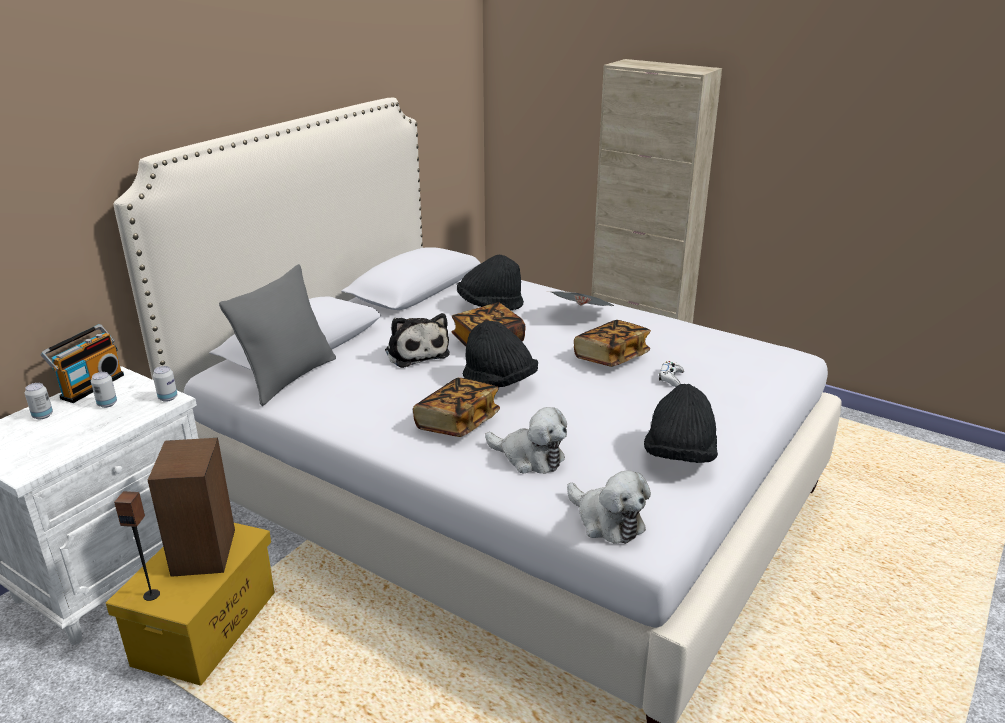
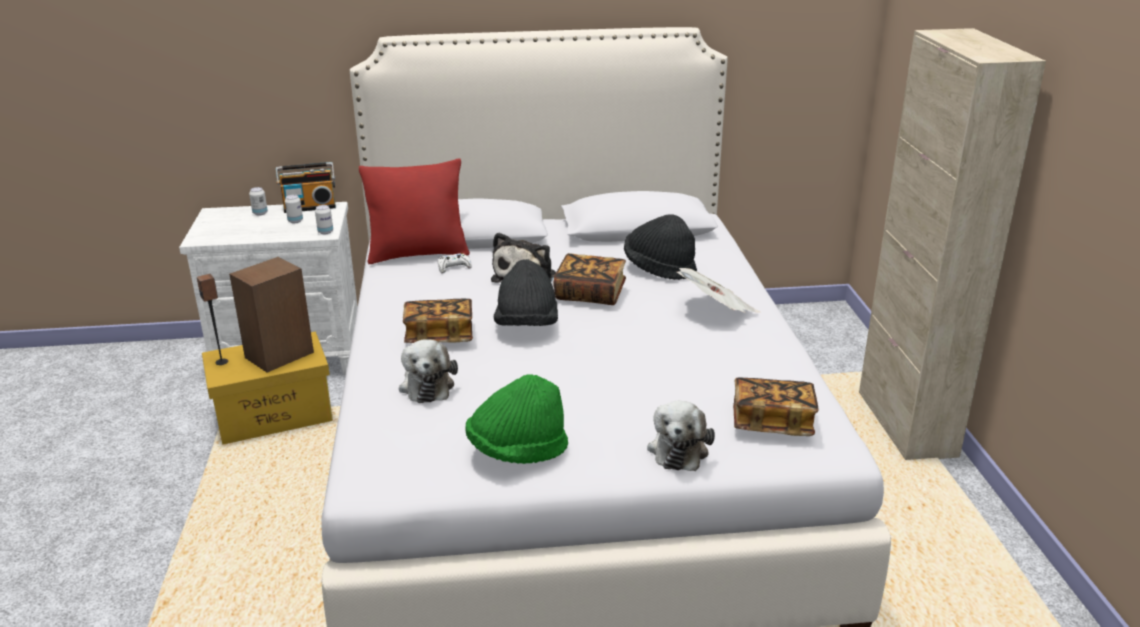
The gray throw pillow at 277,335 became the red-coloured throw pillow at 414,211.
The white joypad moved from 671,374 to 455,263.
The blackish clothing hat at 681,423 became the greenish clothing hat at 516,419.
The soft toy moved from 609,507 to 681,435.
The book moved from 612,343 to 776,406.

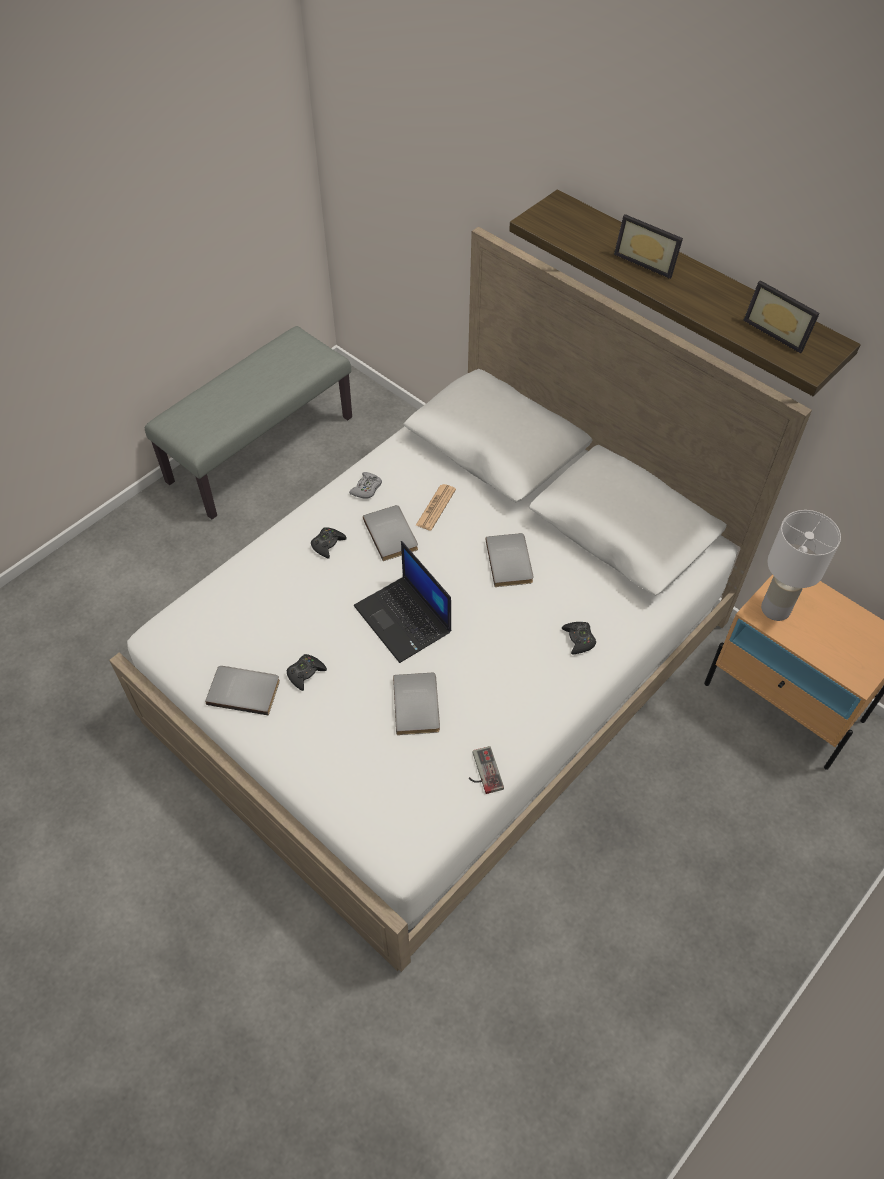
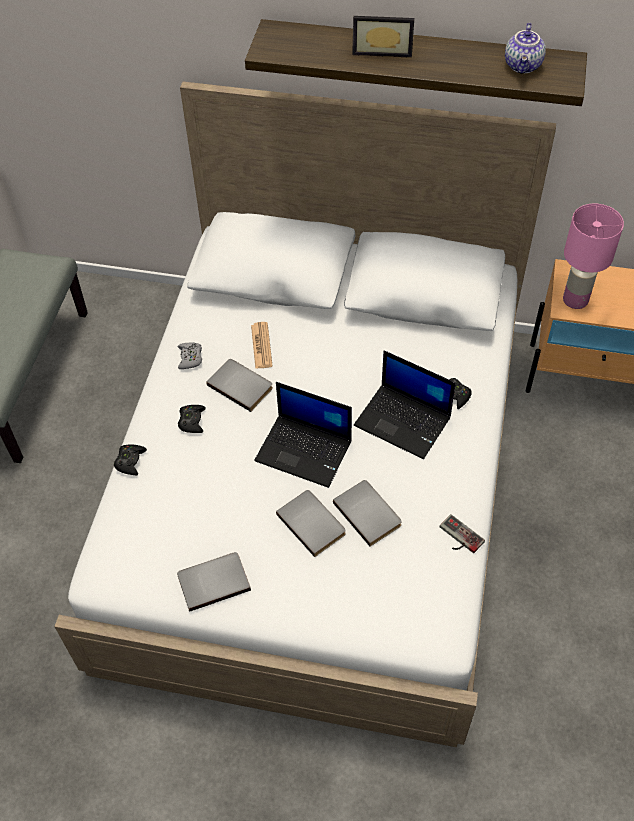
The blackish joypad moved from 307,672 to 130,460.
The gray book moved from 509,560 to 311,523.
The portable computer at 405,404 appeared.
The standing frame at 781,317 was replaced by the pot for tea at 525,48.
The white table lamp at 801,565 became the pinkish table lamp at 593,256.

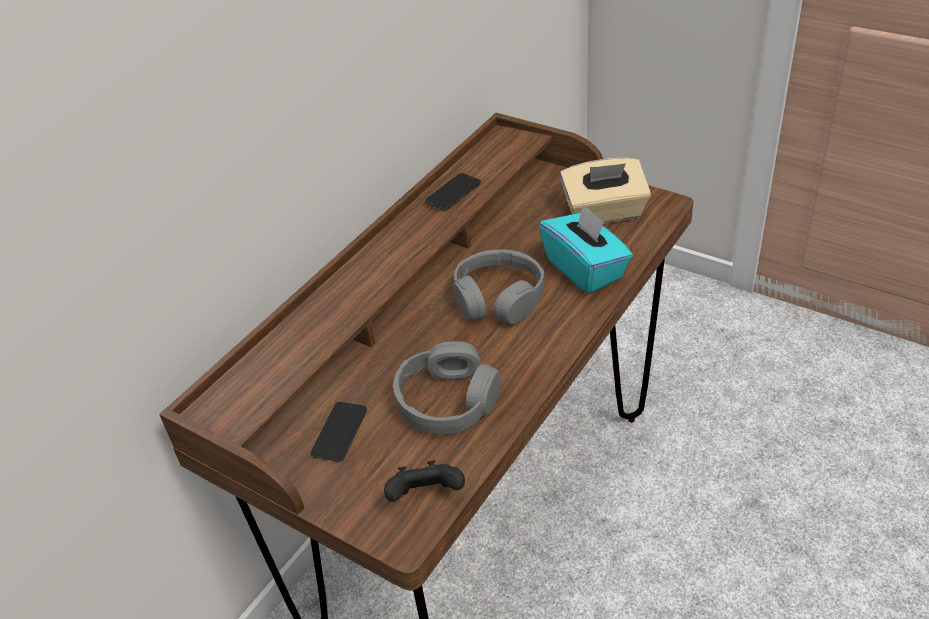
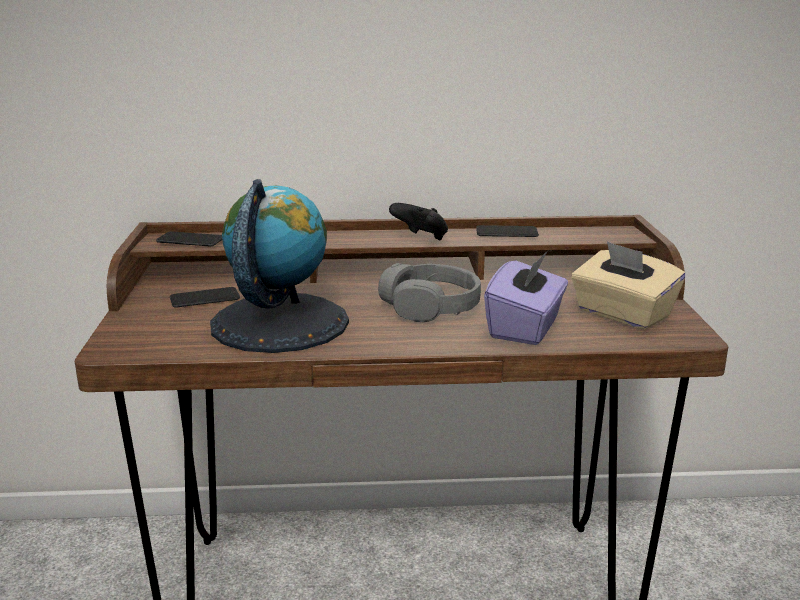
The telephone at 189,238 appeared.
The gray headset at 447,387 was replaced by the desk globe at 279,266.
The blackish joypad moved from 424,481 to 418,221.
The blue-green tissue box at 586,248 became the purplish tissue box at 526,298.

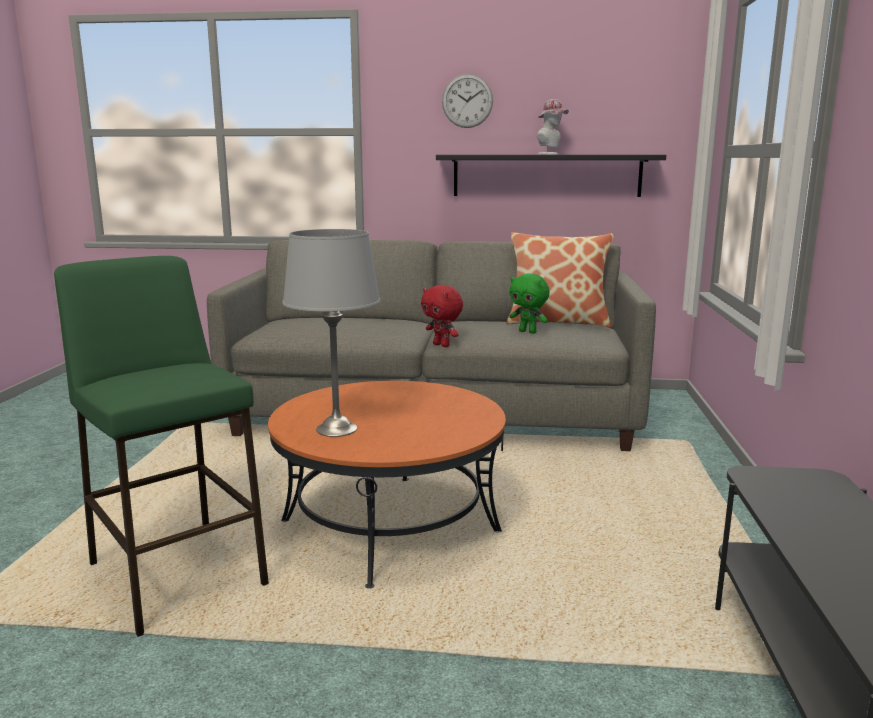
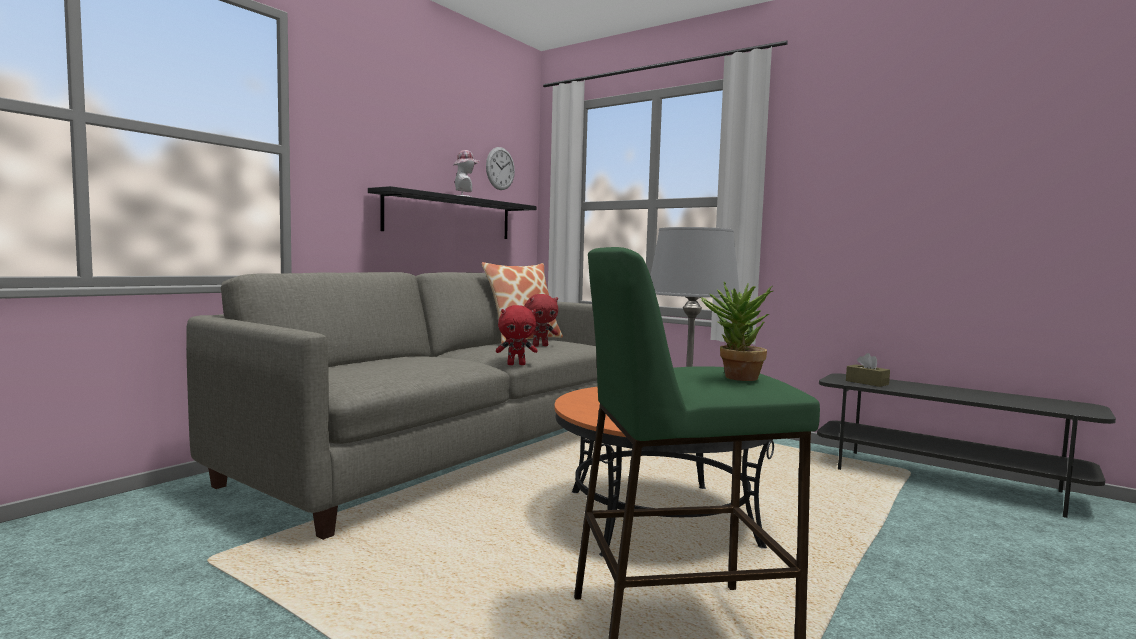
The wall clock moved from 467,101 to 500,168.
The greenish soft toy at 529,303 became the red-coloured soft toy at 541,320.
The potted plant at 737,331 appeared.
The brown-coloured tissue box at 868,370 appeared.

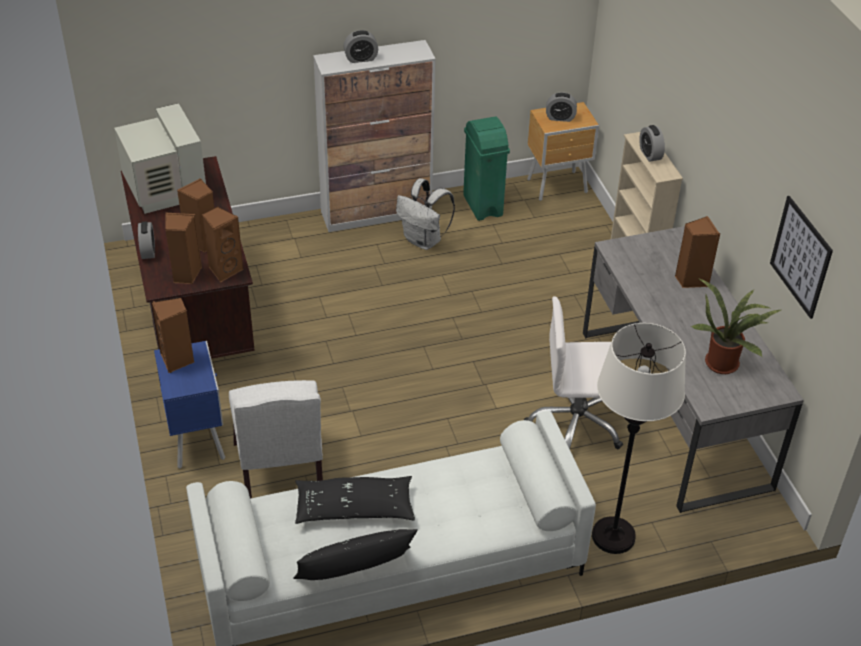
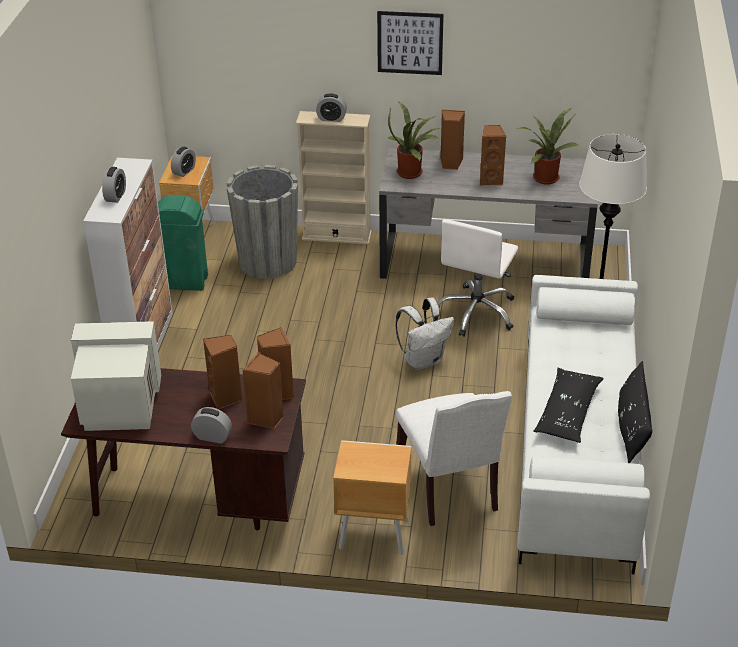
The gray planter at 262,222 appeared.
The blue night table at 189,405 became the brown-coloured night table at 372,497.
The wall art moved from 801,257 to 410,43.
The potted plant at 414,140 appeared.
The white rucksack moved from 425,214 to 424,334.
The white upright chair at 276,439 turned 60 degrees clockwise.
The brown-coloured loudspeaker moved from 173,335 to 493,155.

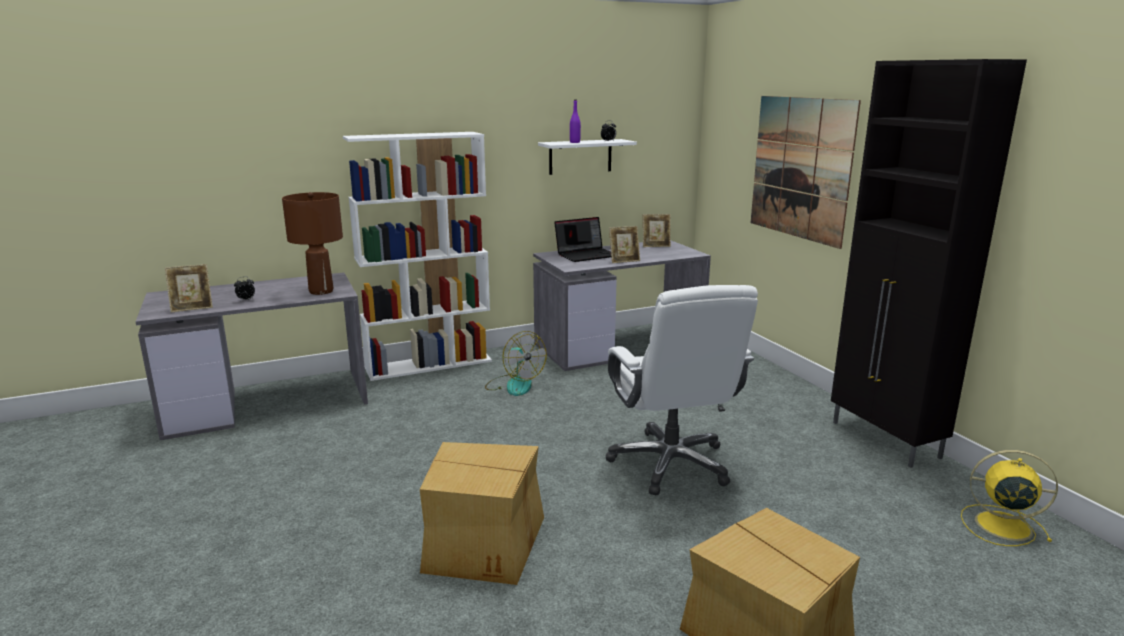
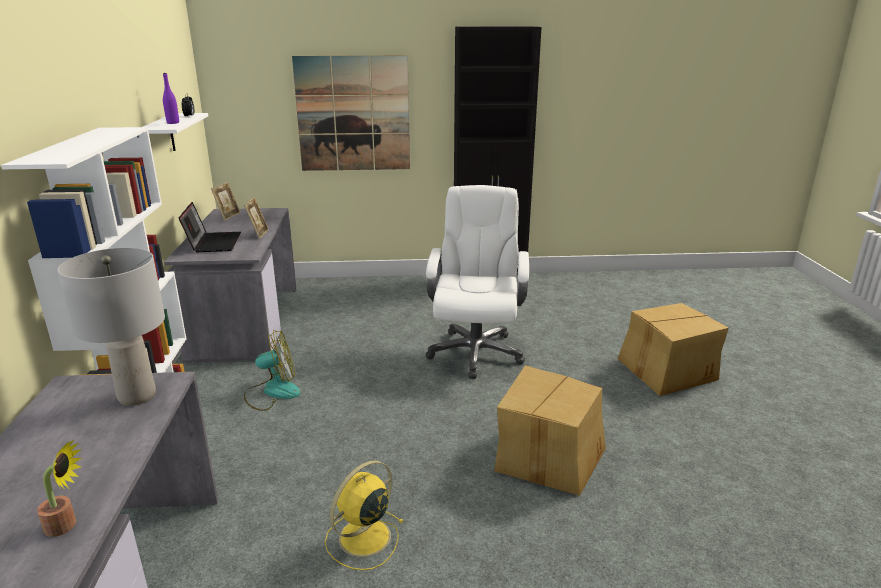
The standing frame at 189,288 was replaced by the potted plant at 59,488.
The brown-coloured table lamp at 312,243 became the gray table lamp at 111,327.
The yellow-coloured fan moved from 1009,498 to 364,515.
The white office chair at 682,390 turned 90 degrees counterclockwise.
The alarm clock at 244,289 disappeared.

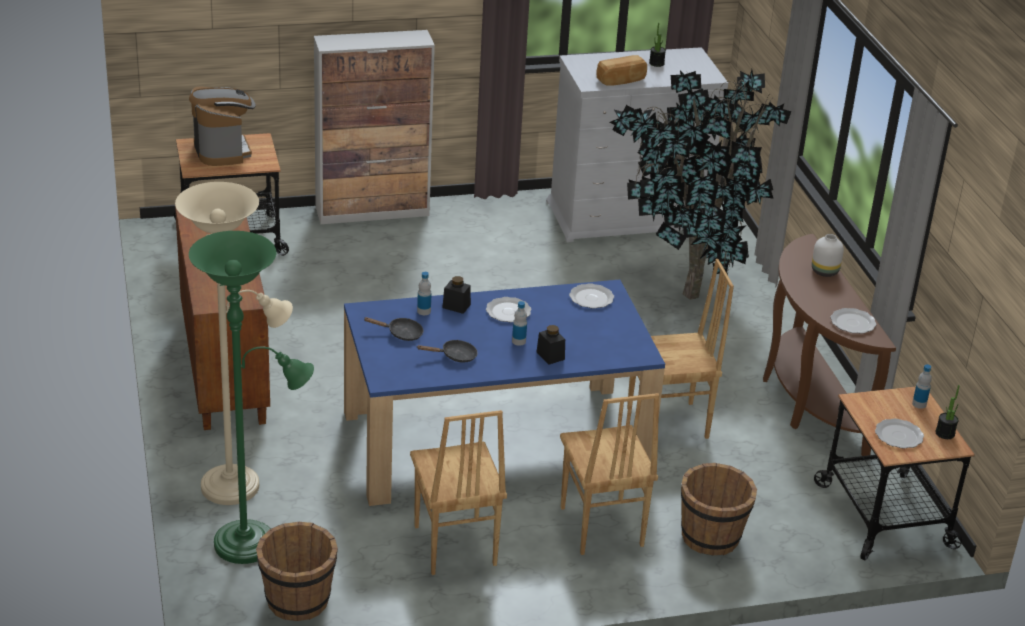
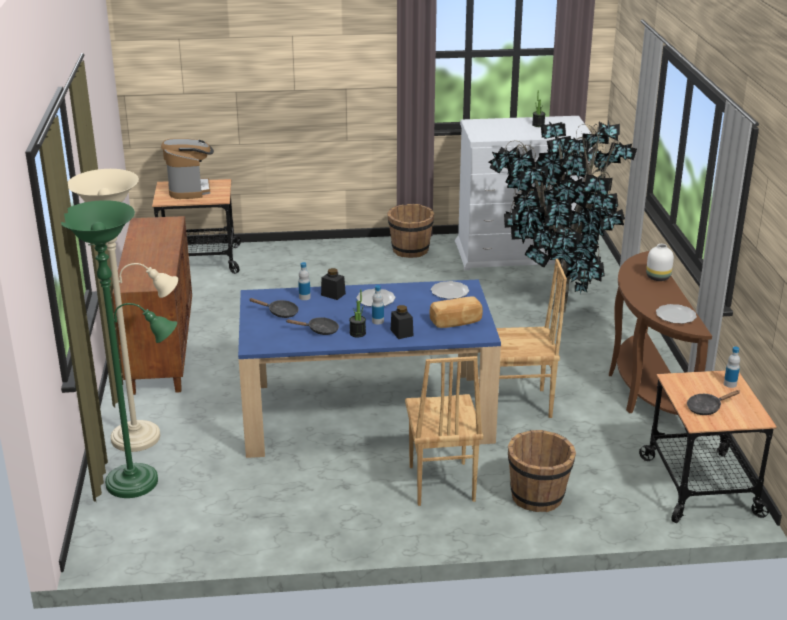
The potted plant moved from 947,412 to 357,313.
The brown-coloured pail moved from 297,571 to 410,231.
The bakery bread moved from 622,70 to 456,312.
The flat dish at 899,434 was replaced by the blackish pan at 713,402.
The cupboard at 374,127 disappeared.
The brown-coloured upright chair at 458,492 disappeared.

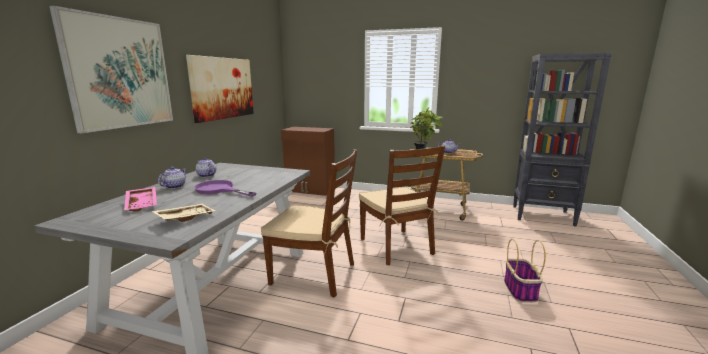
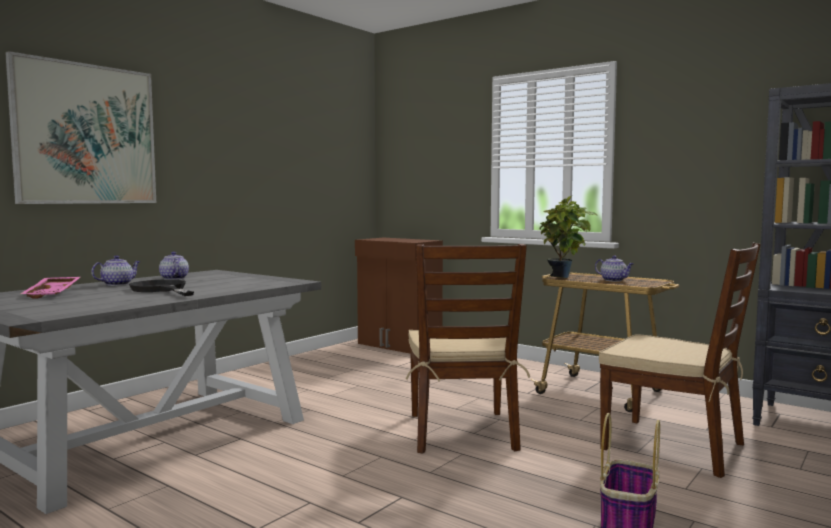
The purplish pan at 225,188 became the blackish pan at 161,287.
The brown-coloured upright chair moved from 309,223 to 679,360.
The sand-coloured serving tray at 184,213 disappeared.
The wall art at 220,89 disappeared.

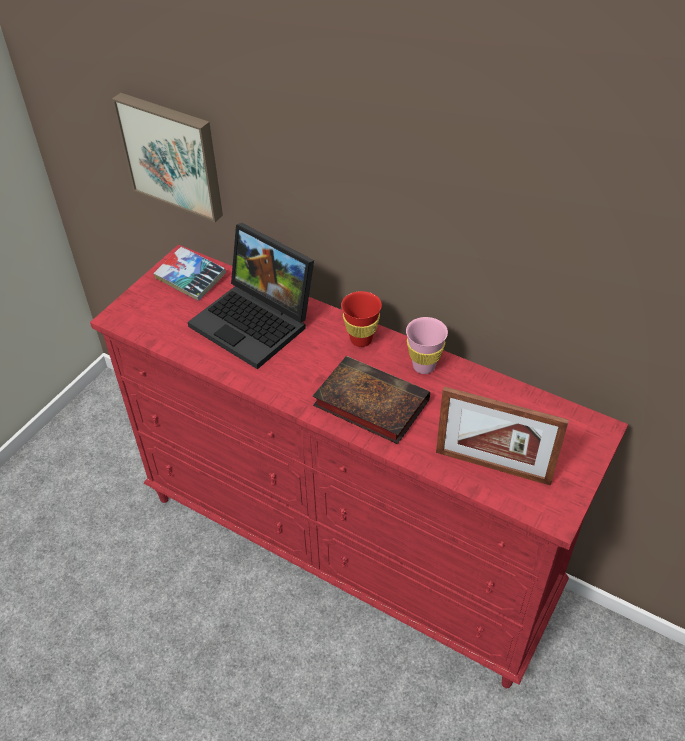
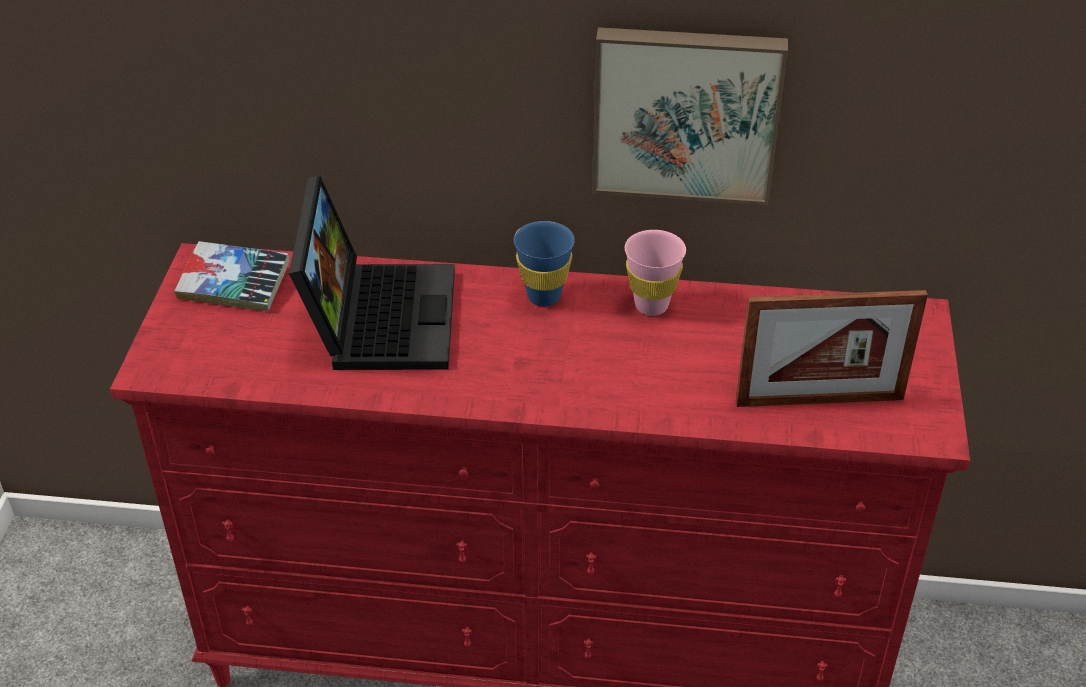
The portable computer at 251,296 turned 105 degrees counterclockwise.
The red-coloured small cup at 361,319 became the blue small cup at 544,263.
The wall art moved from 167,157 to 690,116.
The book at 371,400 disappeared.

